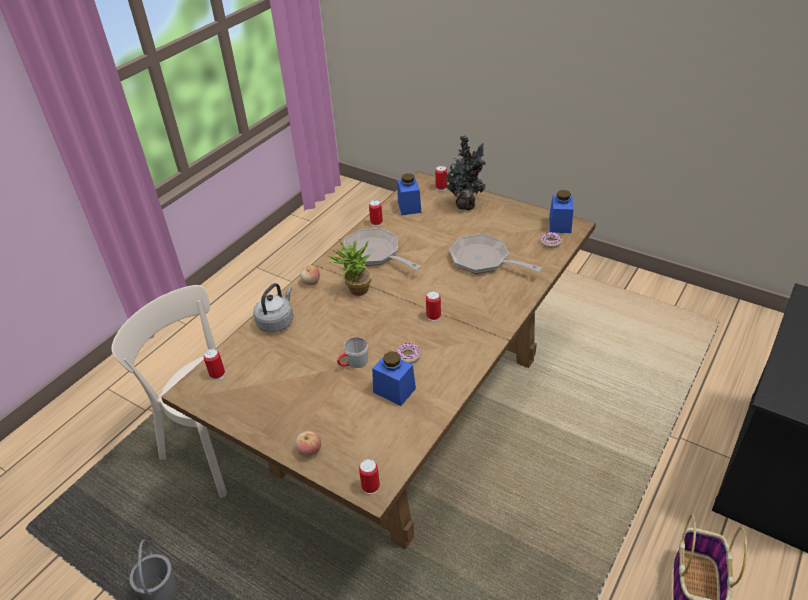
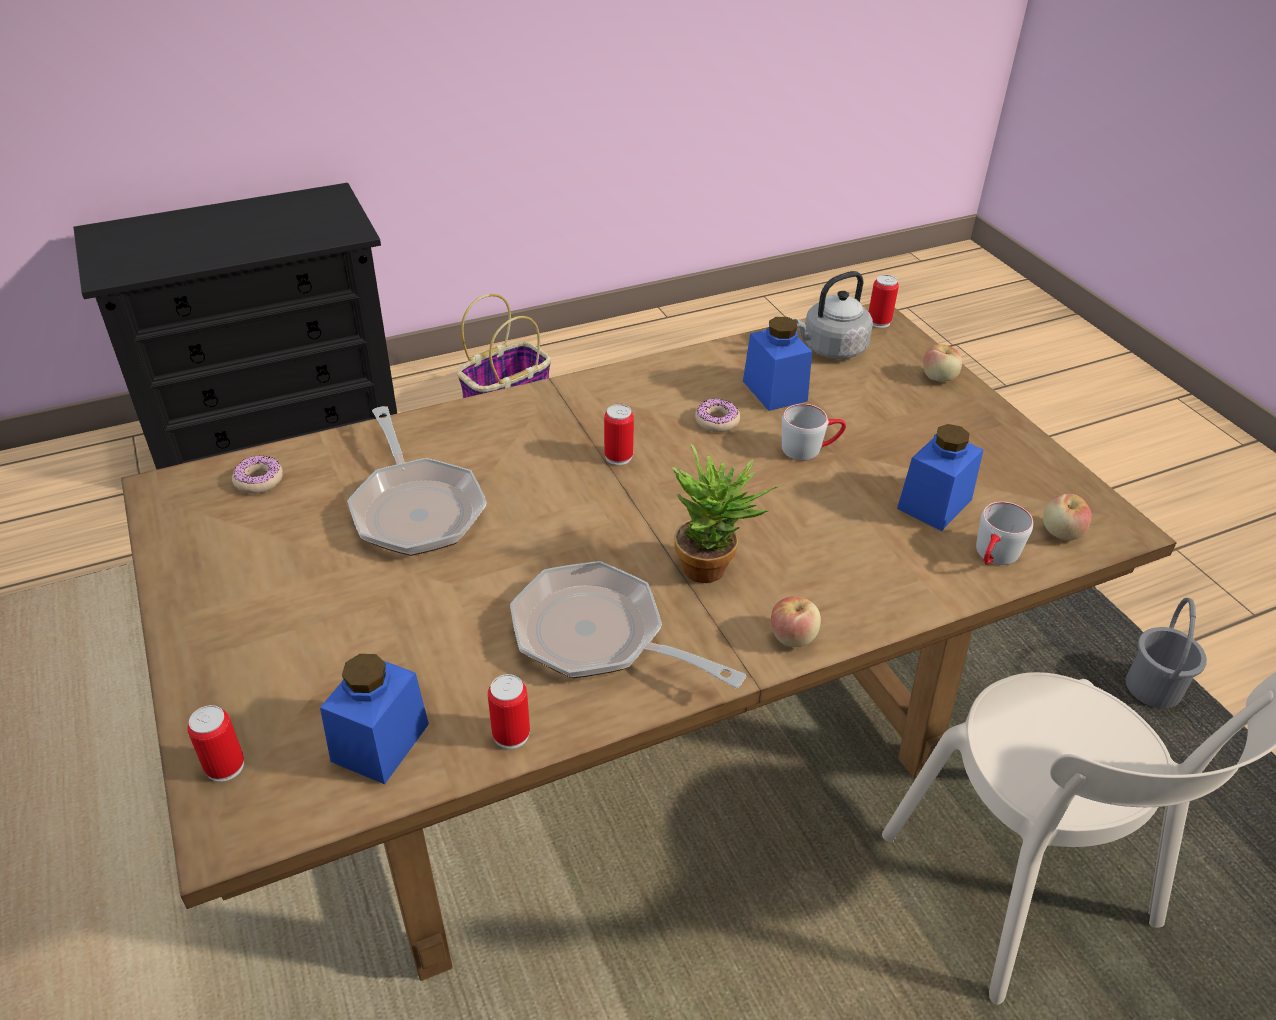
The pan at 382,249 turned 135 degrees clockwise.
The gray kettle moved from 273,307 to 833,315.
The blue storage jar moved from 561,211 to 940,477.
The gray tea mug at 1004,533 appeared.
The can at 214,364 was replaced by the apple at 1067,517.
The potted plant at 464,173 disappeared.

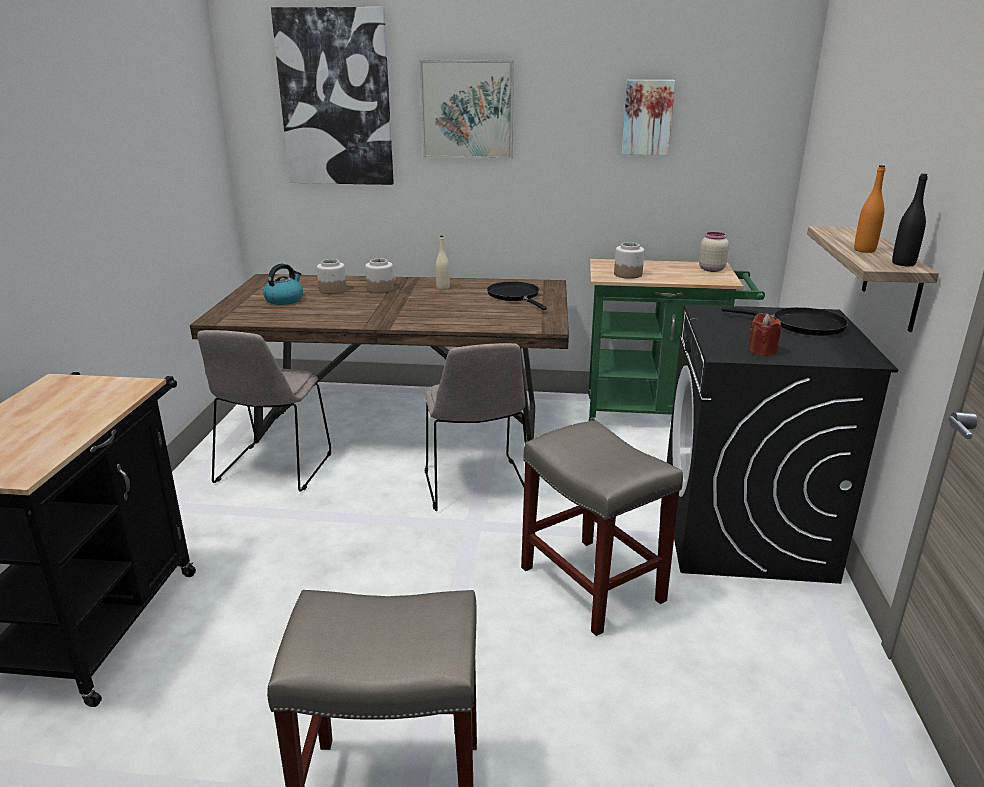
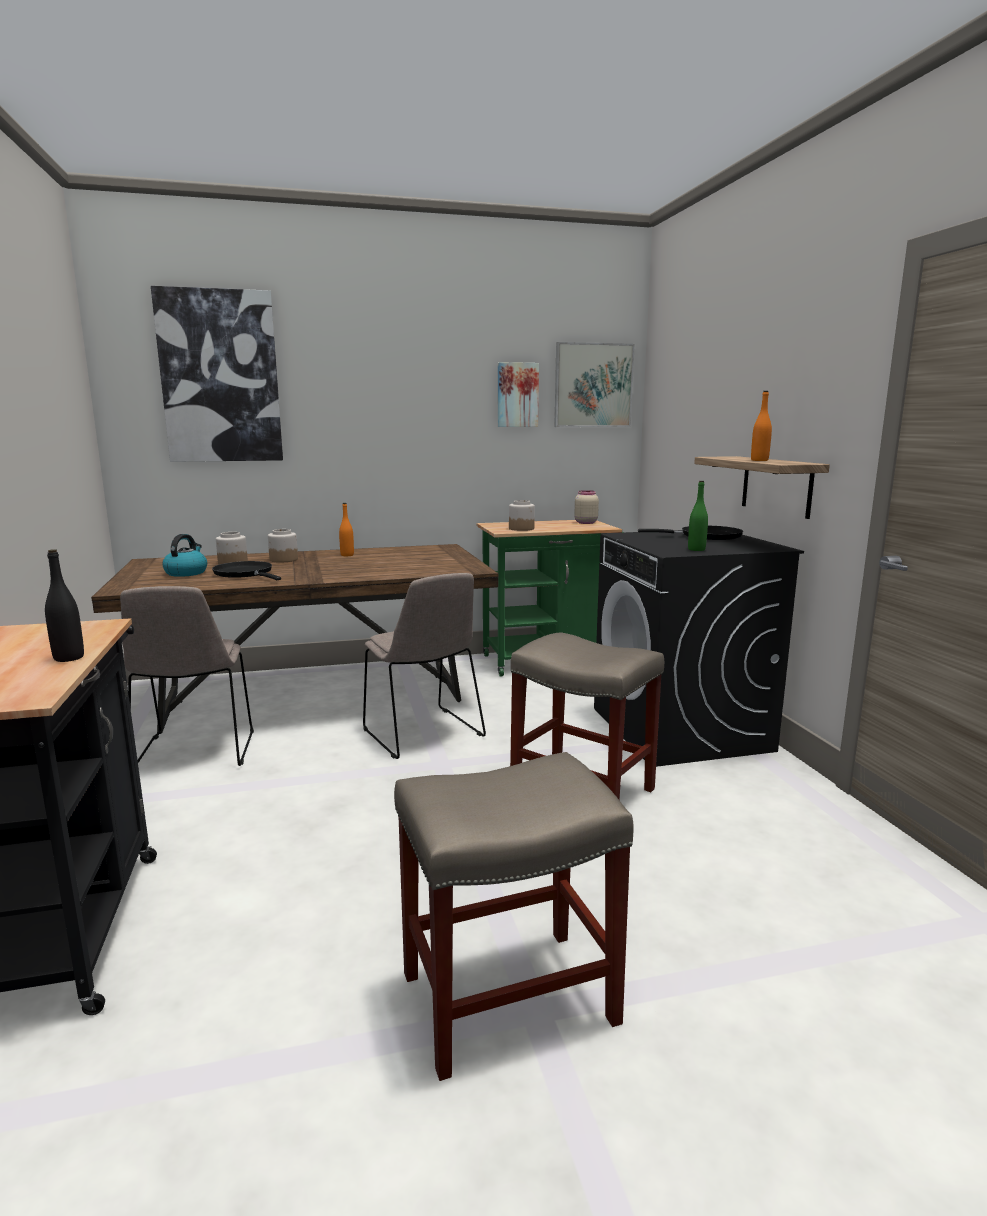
The blackish bottle moved from 910,219 to 64,605.
The blackish pan moved from 517,295 to 246,570.
The sand-coloured bottle at 443,263 became the orange bottle at 346,529.
The wall art moved from 466,109 to 594,384.
The red-coloured candle at 765,334 was replaced by the greenish bottle at 698,516.

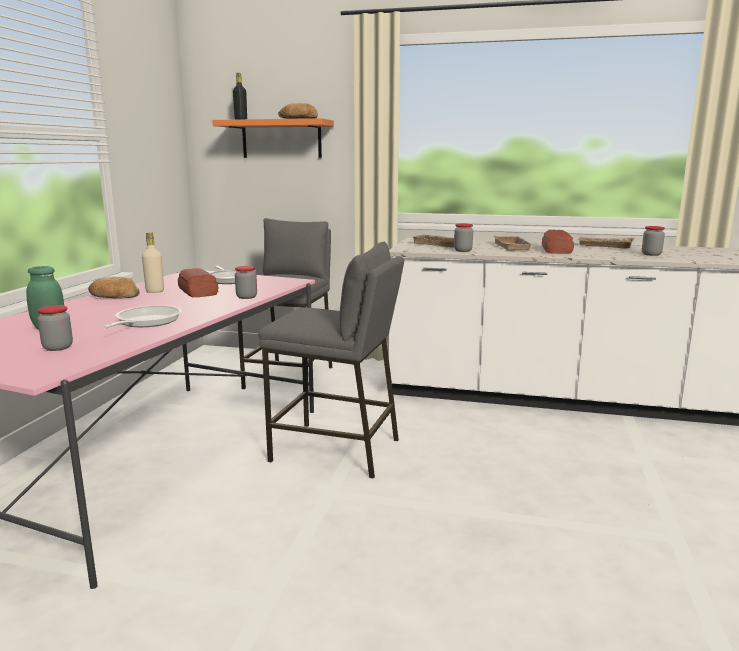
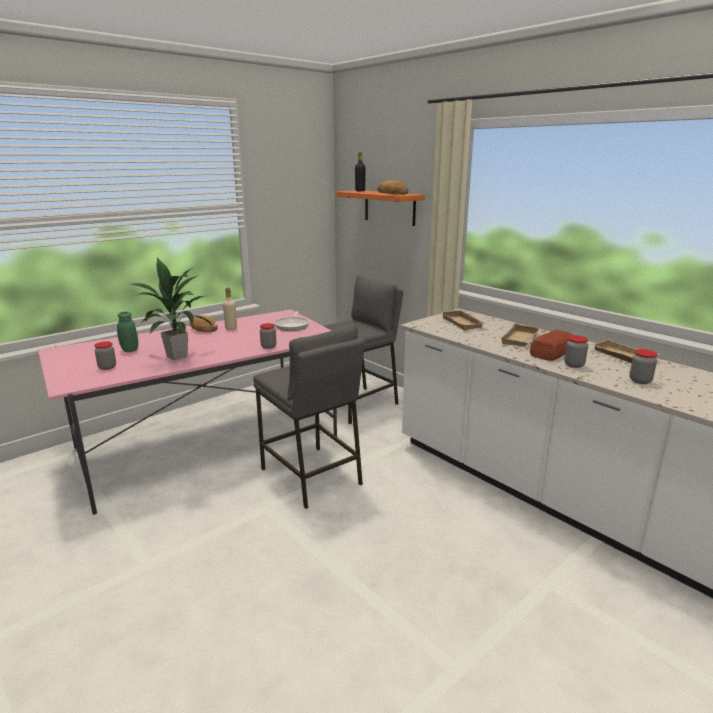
The pan at 142,316 was replaced by the potted plant at 170,308.
The storage jar moved from 463,237 to 576,351.
The bakery bread at 198,282 disappeared.

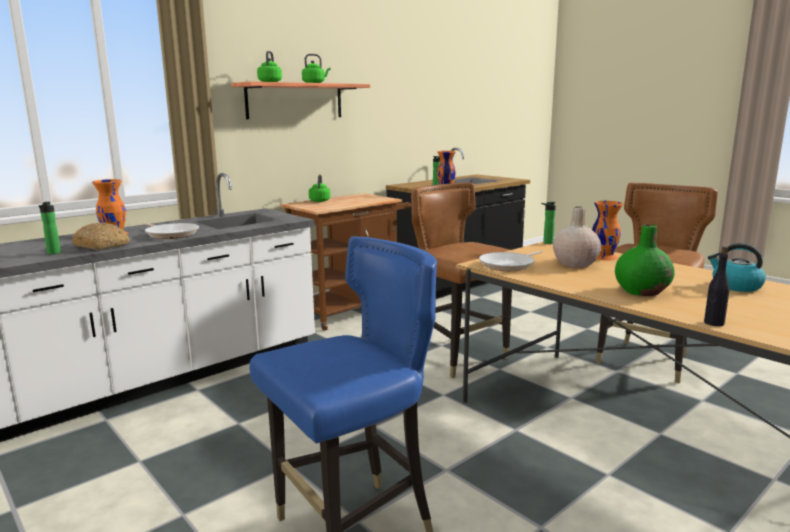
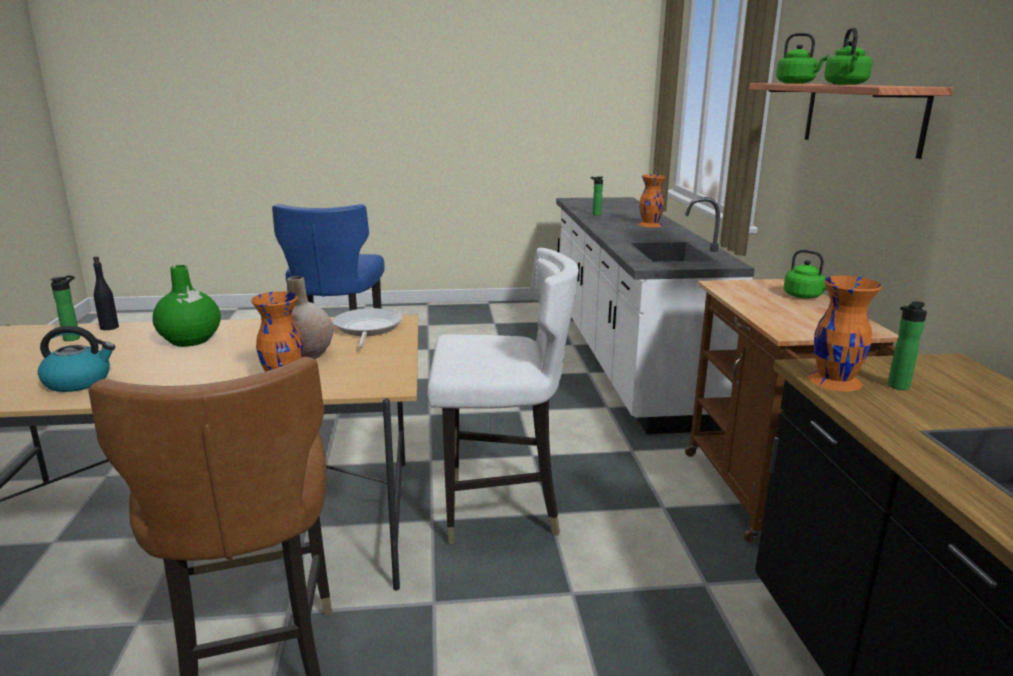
The bottle moved from 549,223 to 65,308.
The brown-coloured upright chair at 461,280 became the white upright chair at 503,396.
The bakery bread at 101,236 disappeared.
The pan at 171,231 disappeared.

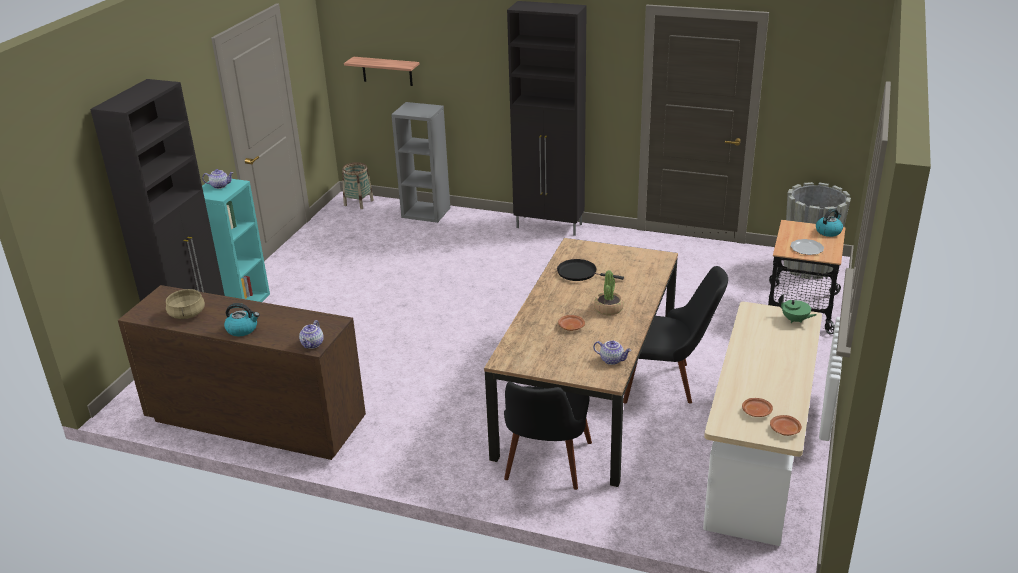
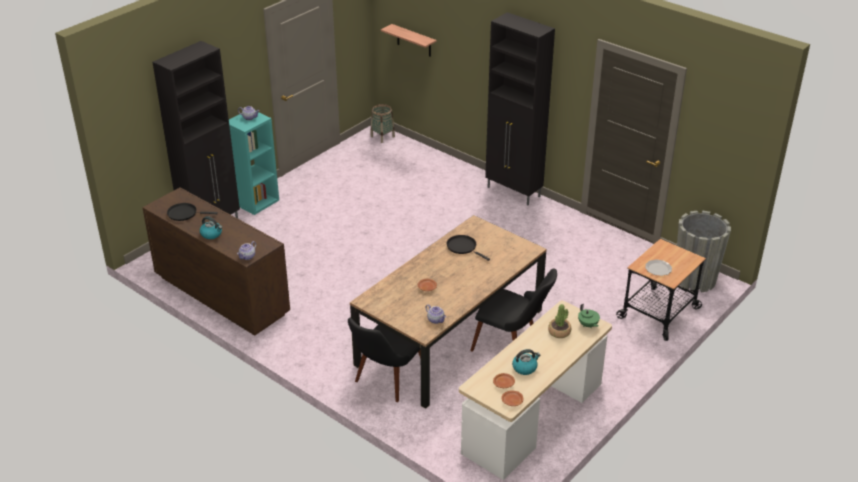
The sand-coloured saucepot at 185,304 was replaced by the blackish pan at 192,212.
The kettle moved from 829,223 to 526,362.
The potted plant moved from 609,292 to 559,321.
The gray bookcase at 420,162 disappeared.

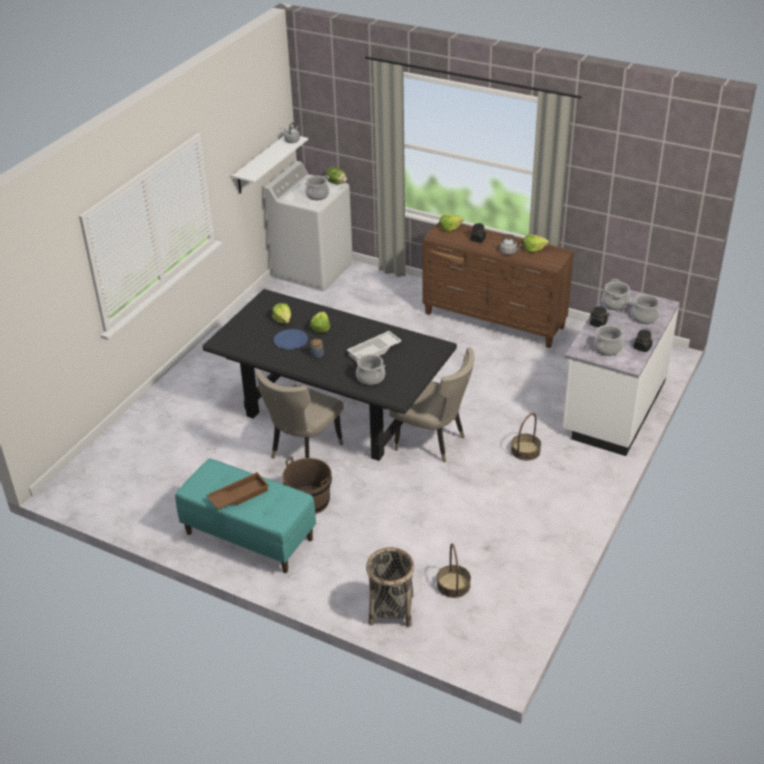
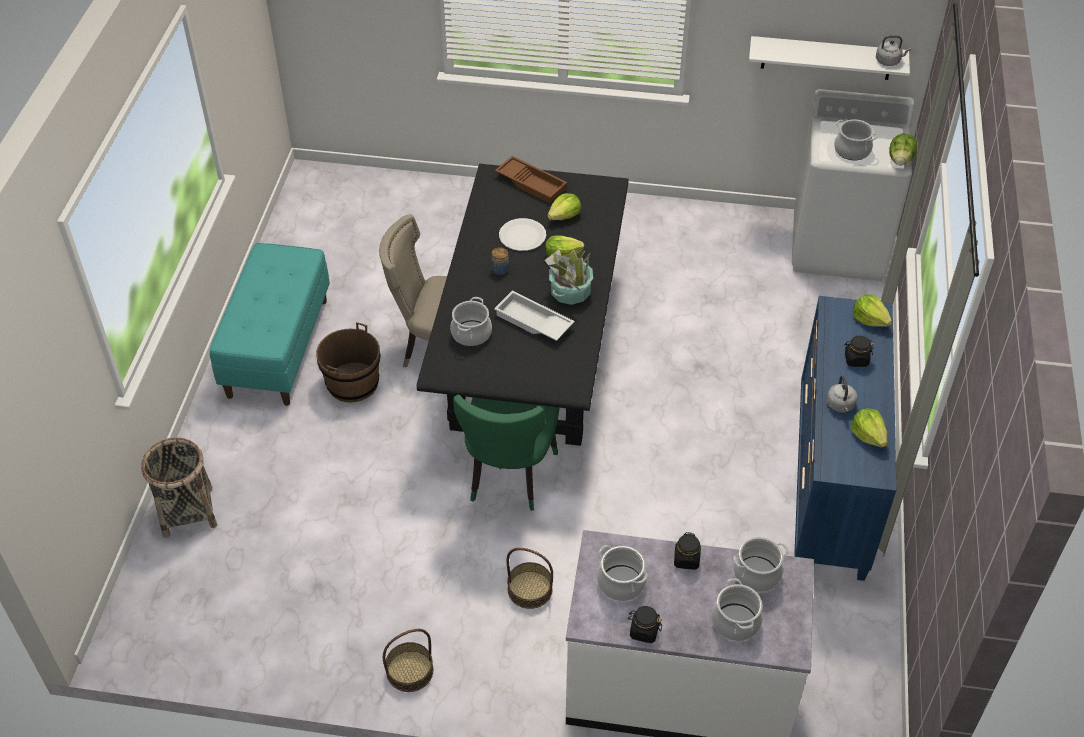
The basket moved from 454,570 to 408,660.
The sand-coloured upright chair at 432,405 became the greenish upright chair at 506,453.
The brown-coloured serving tray moved from 237,491 to 531,179.
The blue flat dish at 291,339 became the white flat dish at 522,234.
The potted plant at 568,277 appeared.
The brown-coloured drawer chest at 498,284 became the blue drawer chest at 845,438.

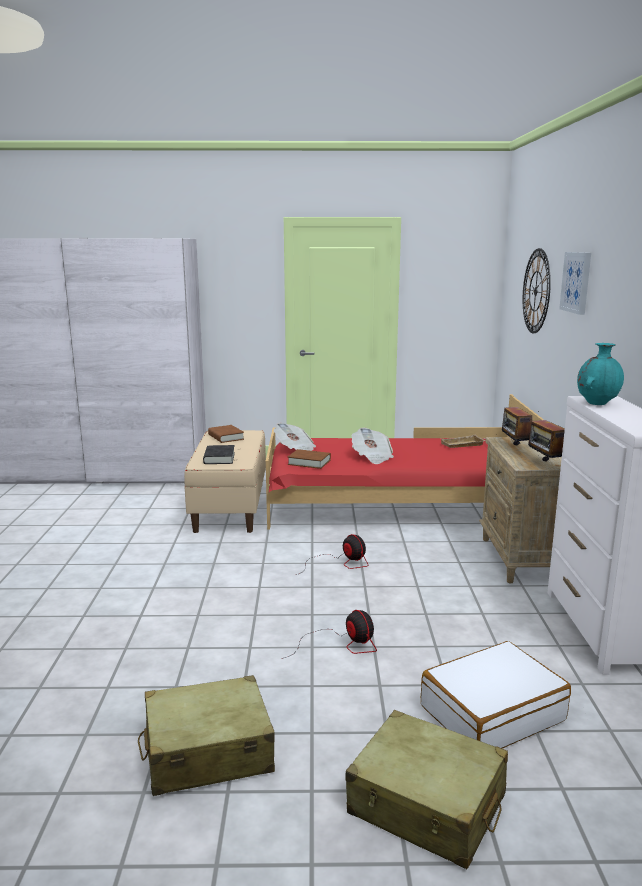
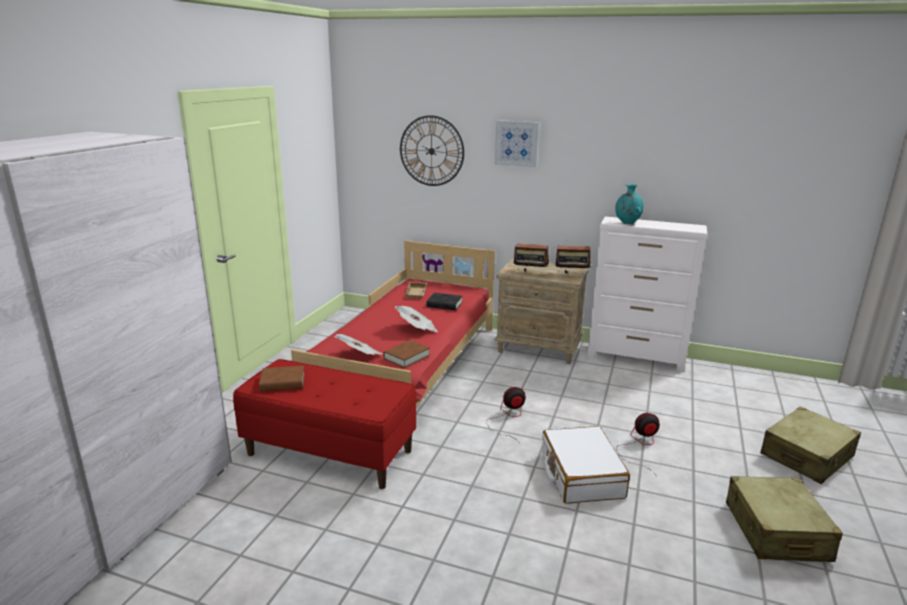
The sand-coloured bench at 225,481 became the red-coloured bench at 324,424.
The blackish book moved from 219,454 to 445,302.
The white suitcase moved from 496,695 to 586,465.

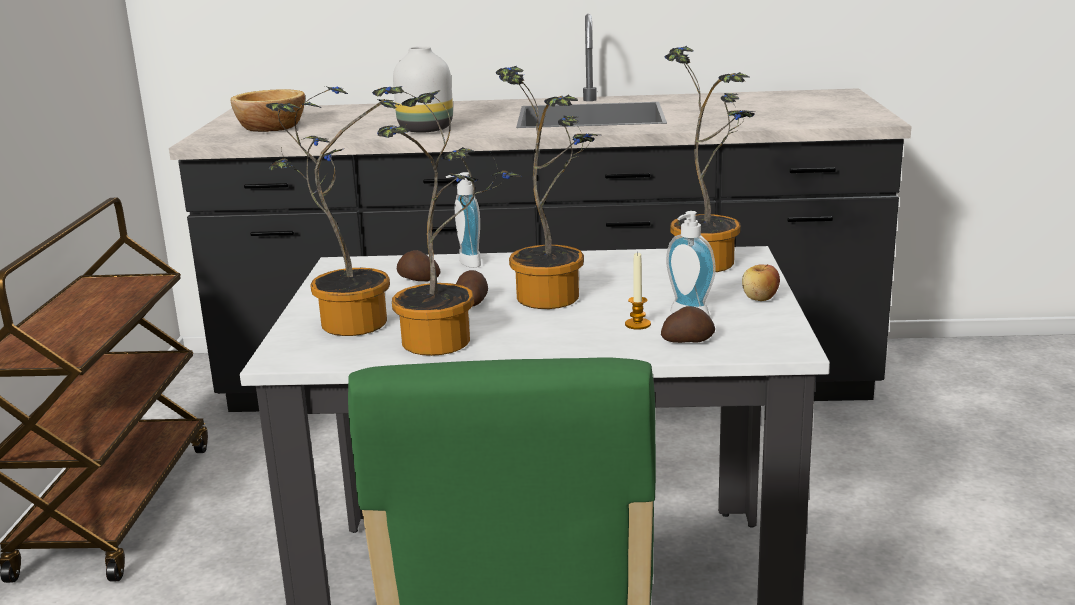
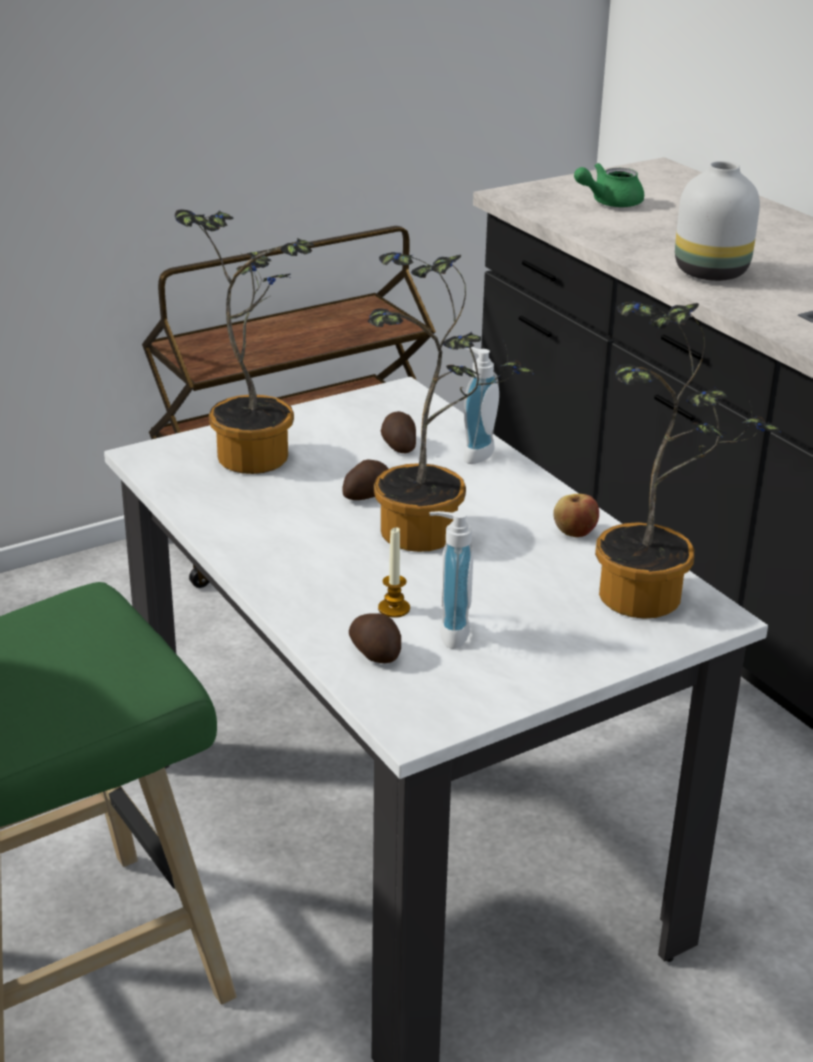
The apple moved from 761,282 to 576,515.
The serving bowl at 268,110 was replaced by the greenish pot for tea at 609,185.
The potted plant at 447,221 disappeared.

